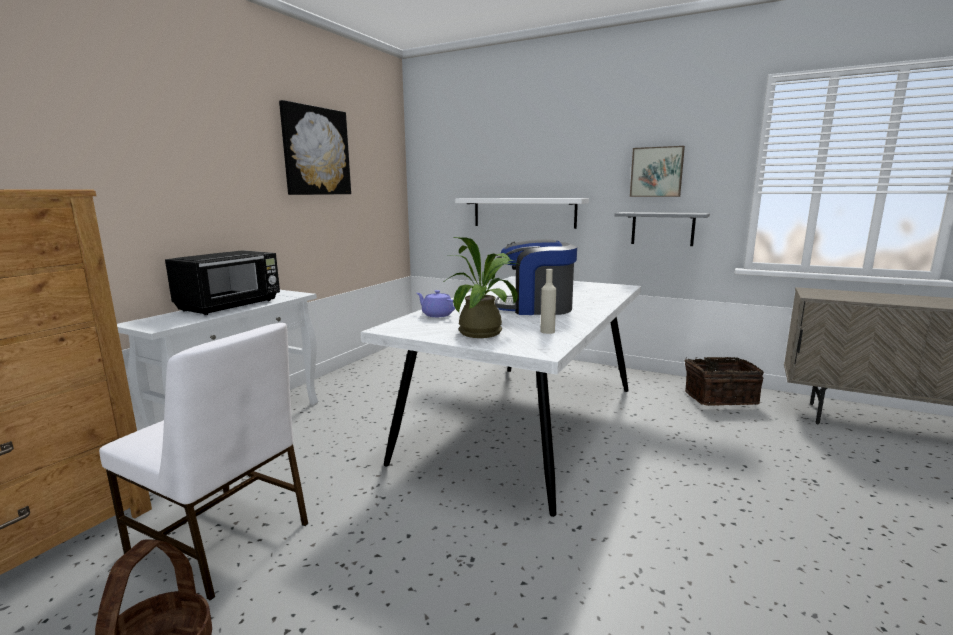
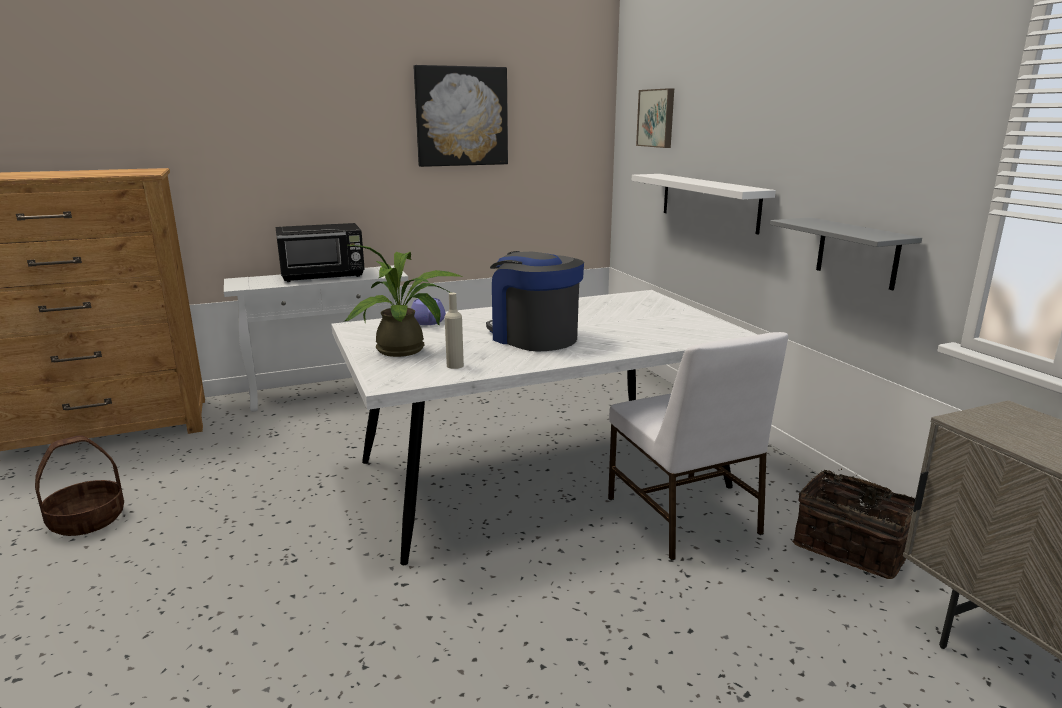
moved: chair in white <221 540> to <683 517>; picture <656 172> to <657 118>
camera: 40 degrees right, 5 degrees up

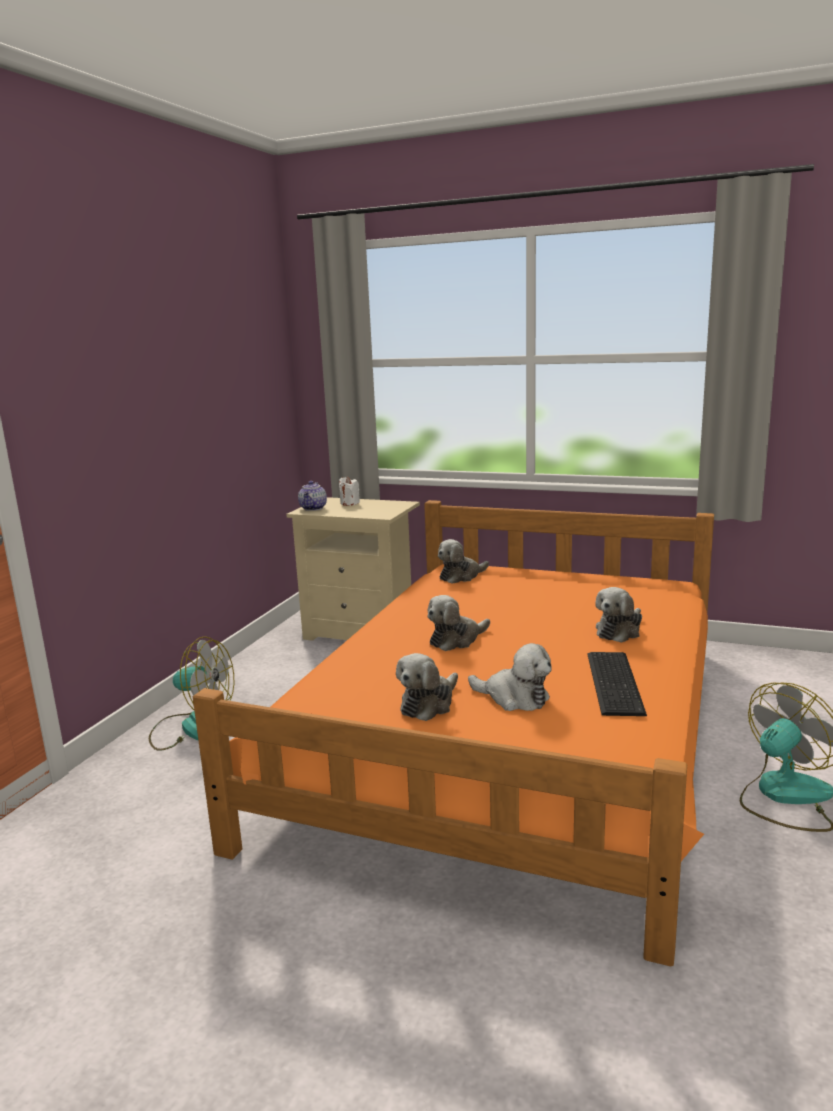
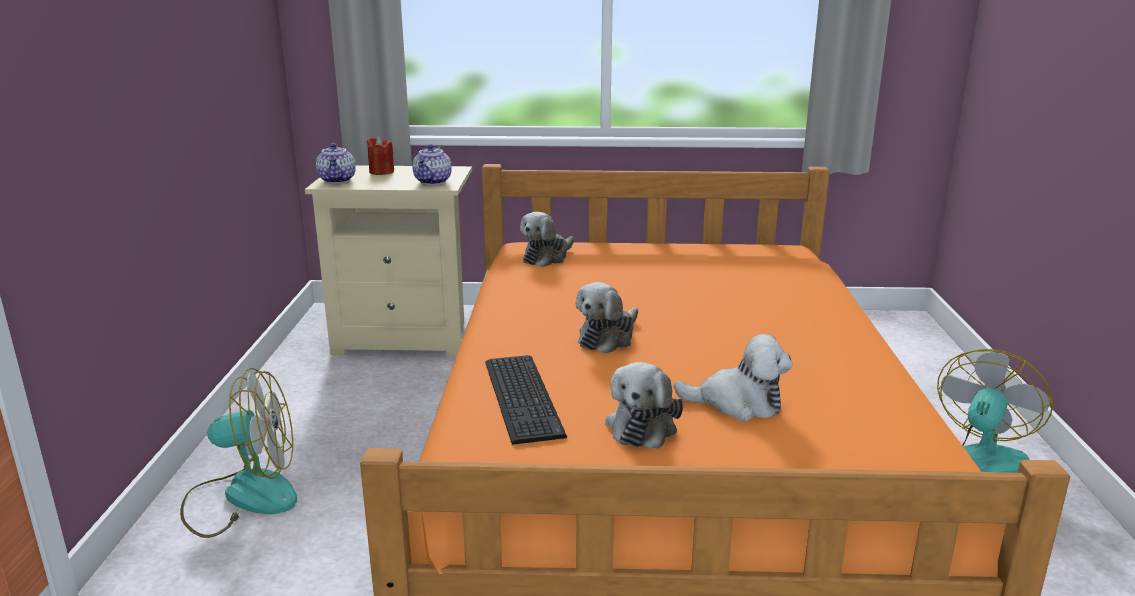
removed: plush toy <619 631>
added: teapot <433 182>
moved: keyboard <616 682> to <525 396>
recoloured: candle in white <349 503> to candle in red <381 172>
camera: 20 degrees left, 5 degrees up

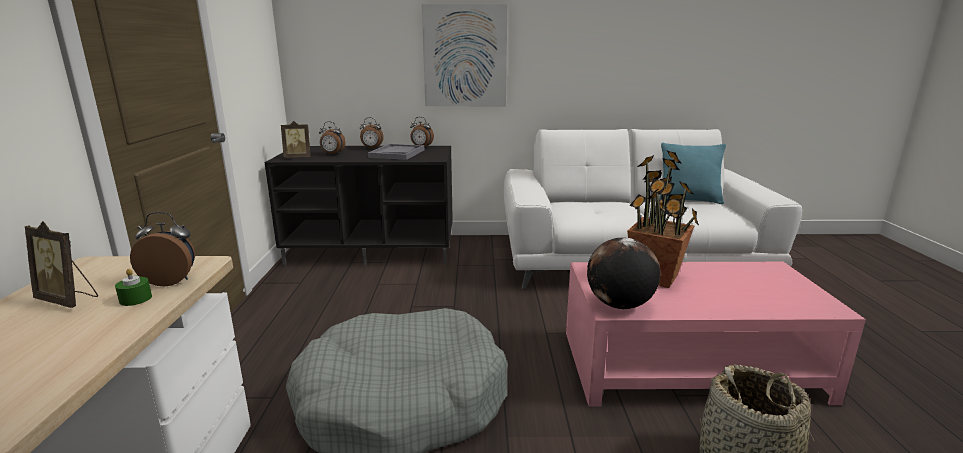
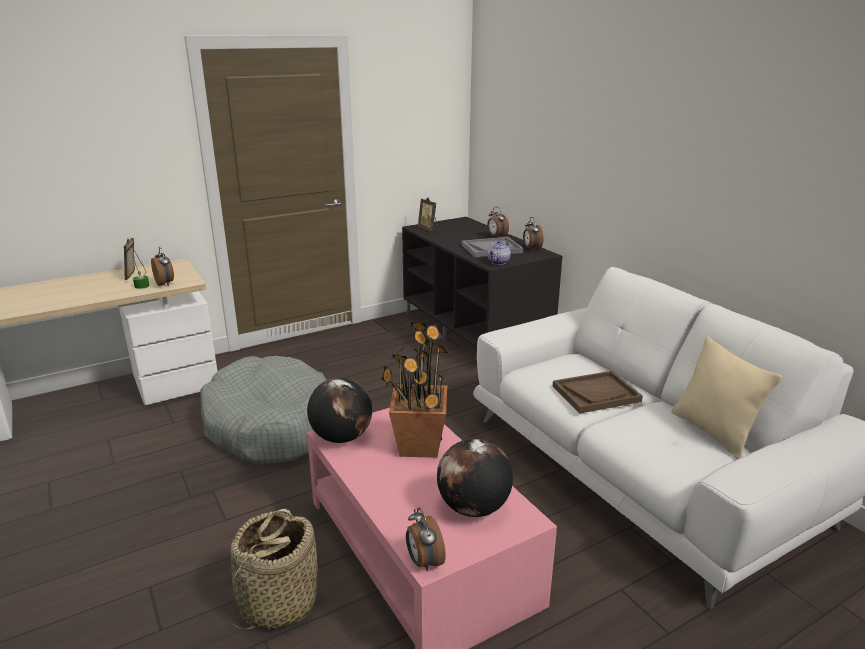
removed: picture <465 56>
added: globe <473 508>; teapot <498 262>; tray in brown <596 394>
moved: alarm clock <332 154> to <424 562>
recoloured: pillow in turquoise <688 200> to pillow in beige <713 432>
camera: 60 degrees right, 5 degrees up

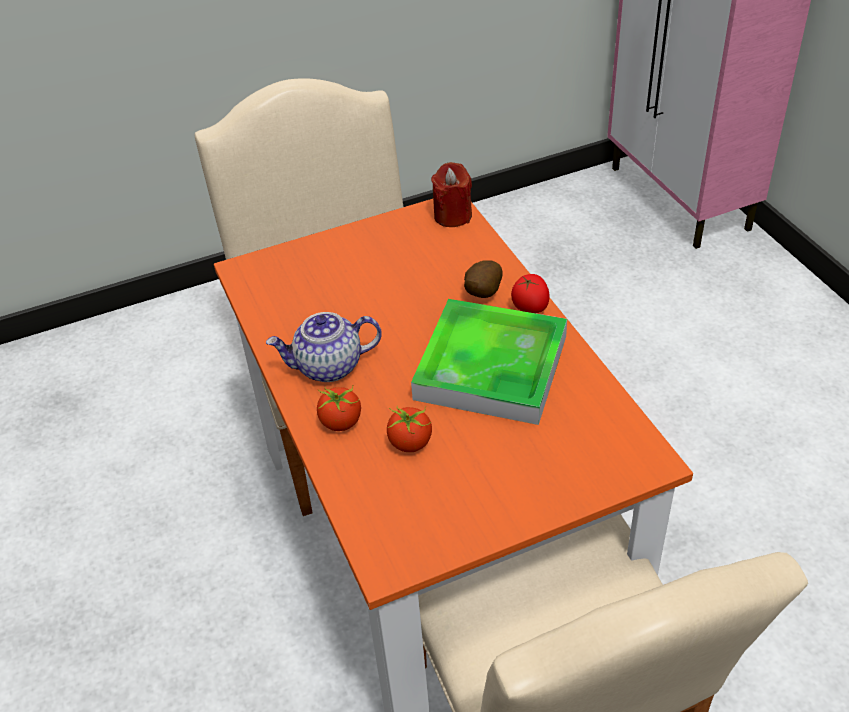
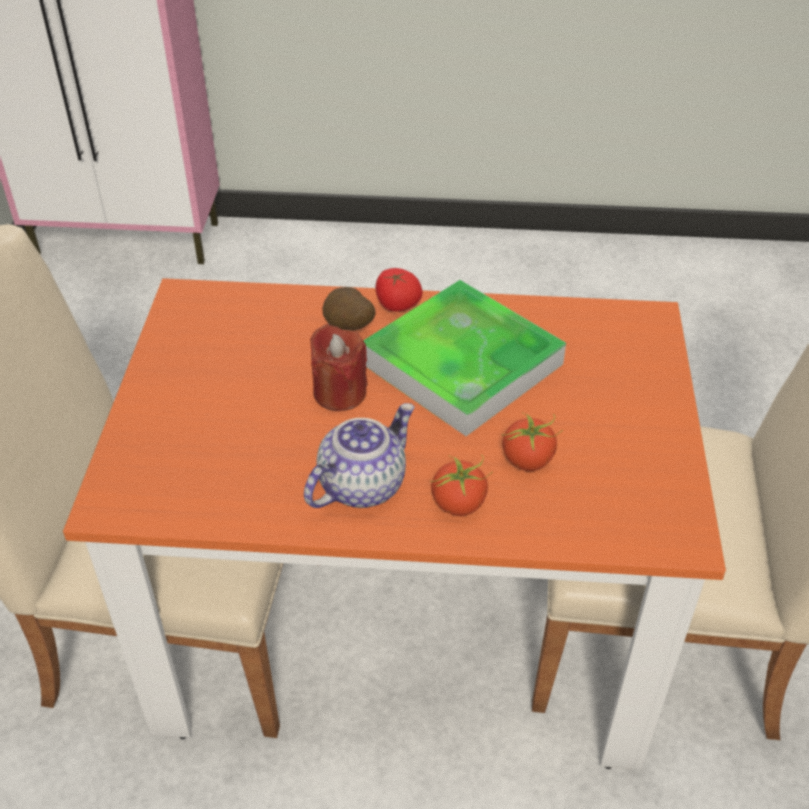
moved: candle in red <452 216> to <339 393>
turned: teapot <328 367> = <361 484> 150 degrees counterclockwise
camera: 65 degrees left, 0 degrees up

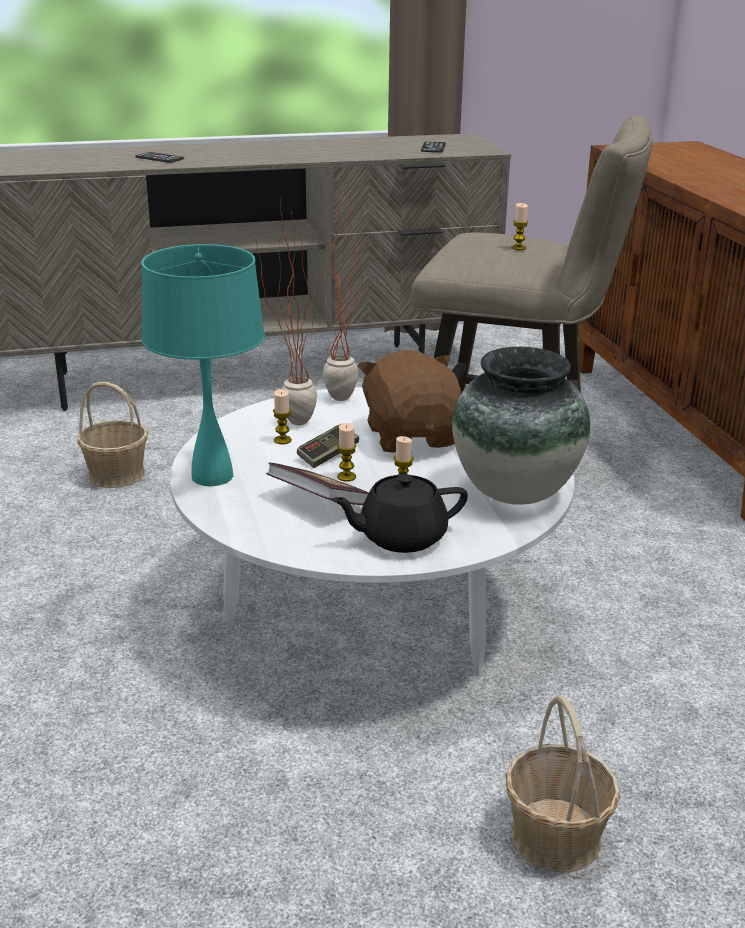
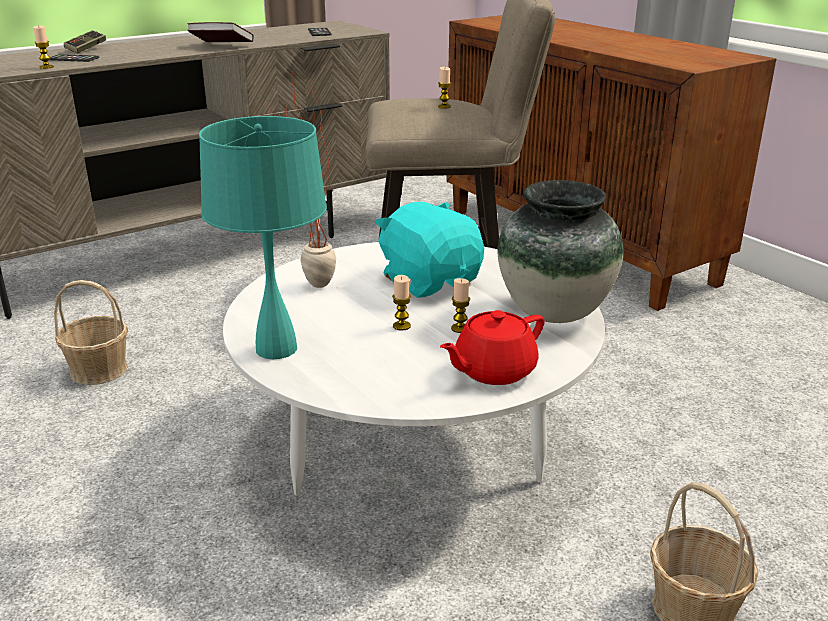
removed: potted plant <341 403>
moved: candle <282 440> to <46 67>; game controller <328 455> to <86 49>; book <318 503> to <221 46>
recoloured: plush toy in brown <412 436> to plush toy in turquoise <430 280>; teapot in black <400 537> to teapot in red <493 371>
camera: 20 degrees left, 0 degrees up

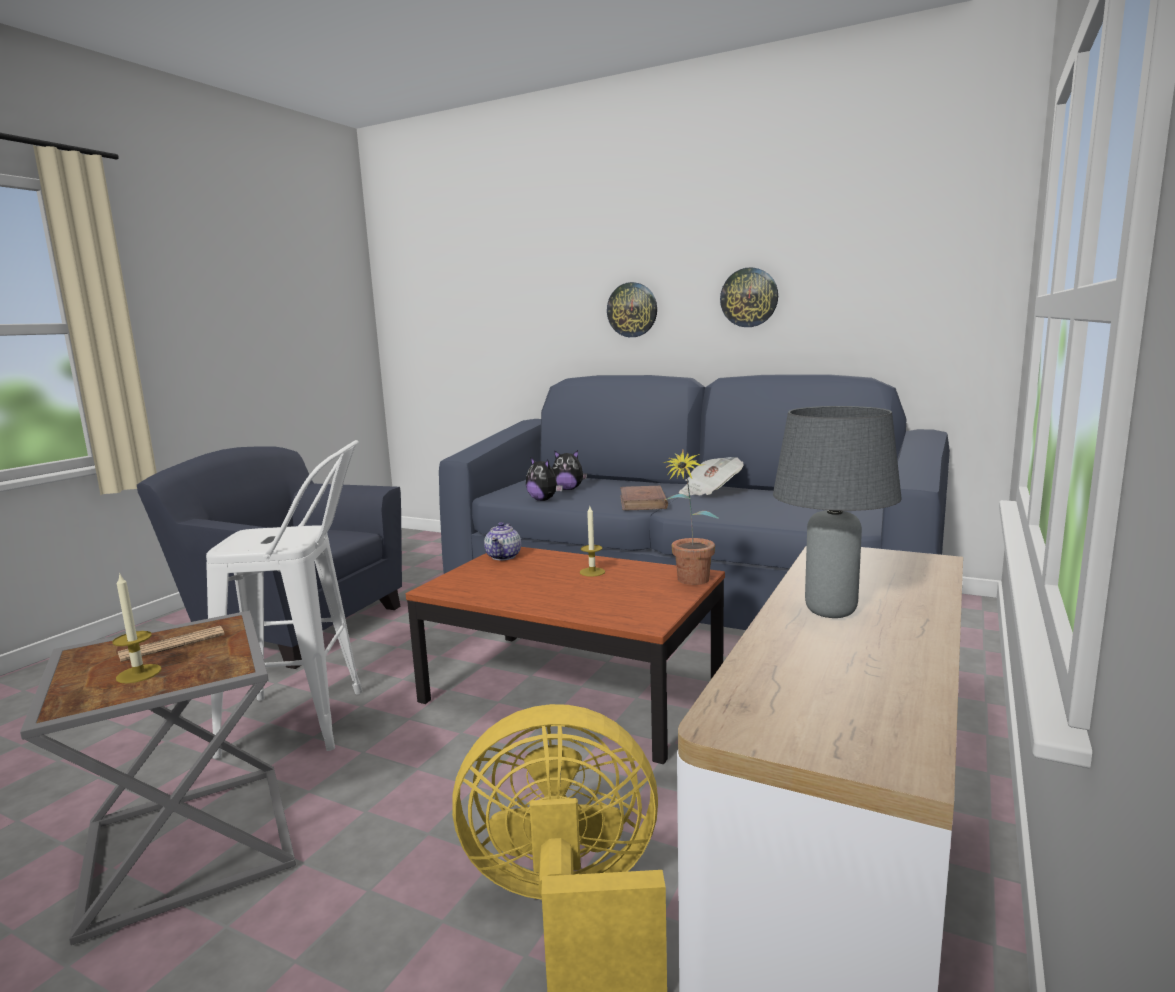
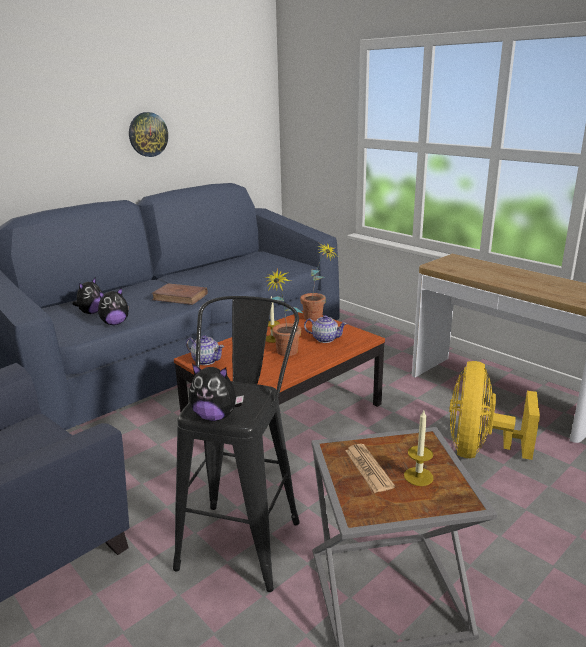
removed: wall clock <632 310>; newspaper <709 491>; table lamp in grey <832 611>
added: plush toy <215 416>; potted plant <284 354>; teapot <325 339>
recoloured: stool in white <310 722> to stool in black <245 535>
camera: 70 degrees left, 10 degrees up

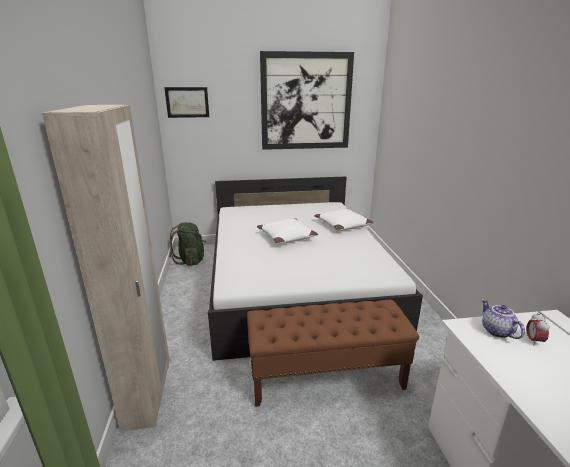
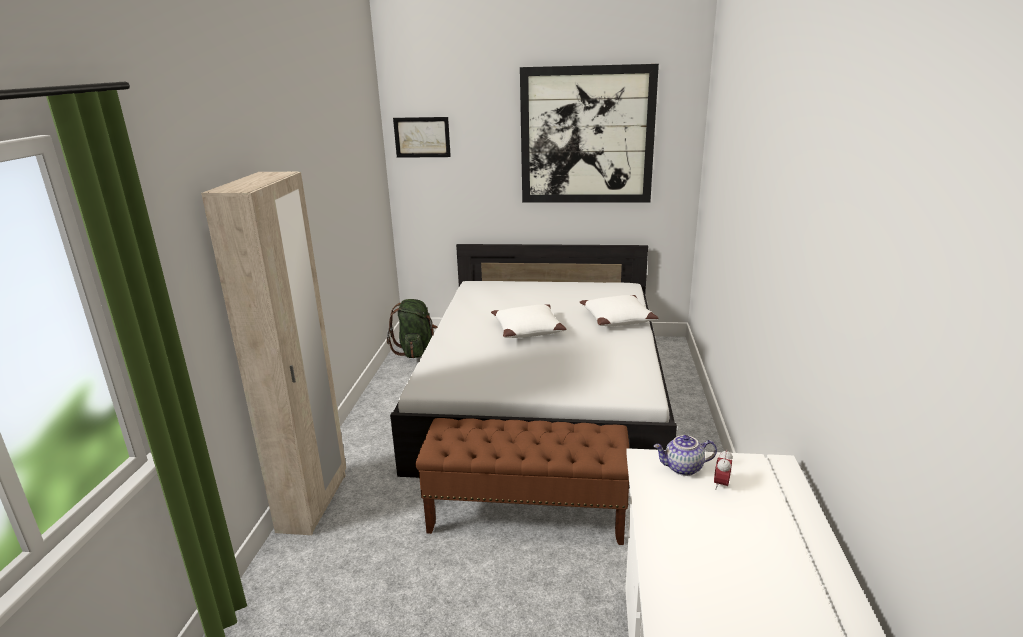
turned: teapot <496 331> = <683 468> 90 degrees counterclockwise
camera: 15 degrees right, 0 degrees up

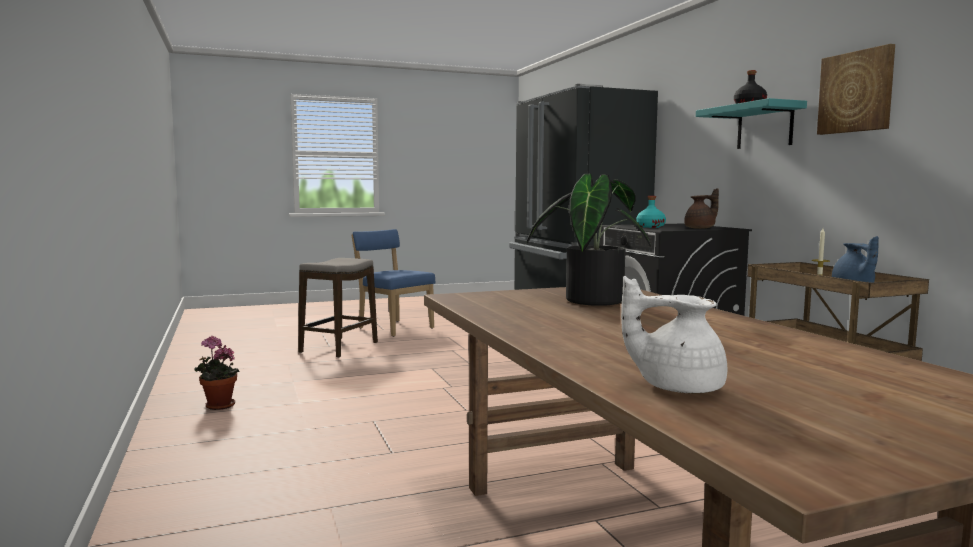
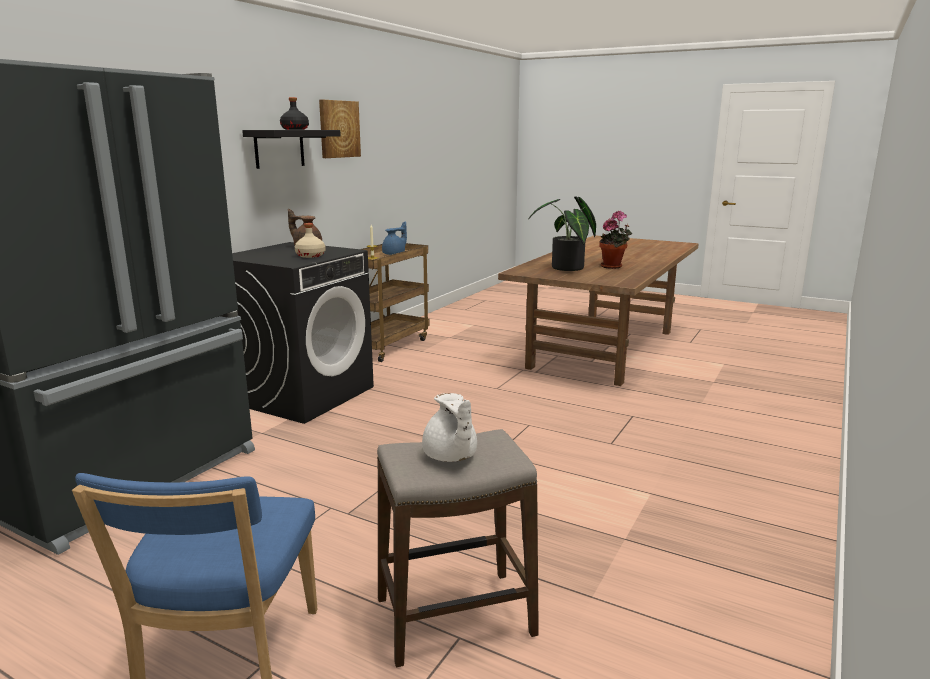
moved: teapot in white <676 387> to <450 456>; potted plant <217 406> to <613 266>
recoloured: shelf in turquoise <764 127> to shelf in black <279 148>; bottle in turquoise <650 227> to bottle in beige <310 255>
camera: 130 degrees left, 10 degrees up

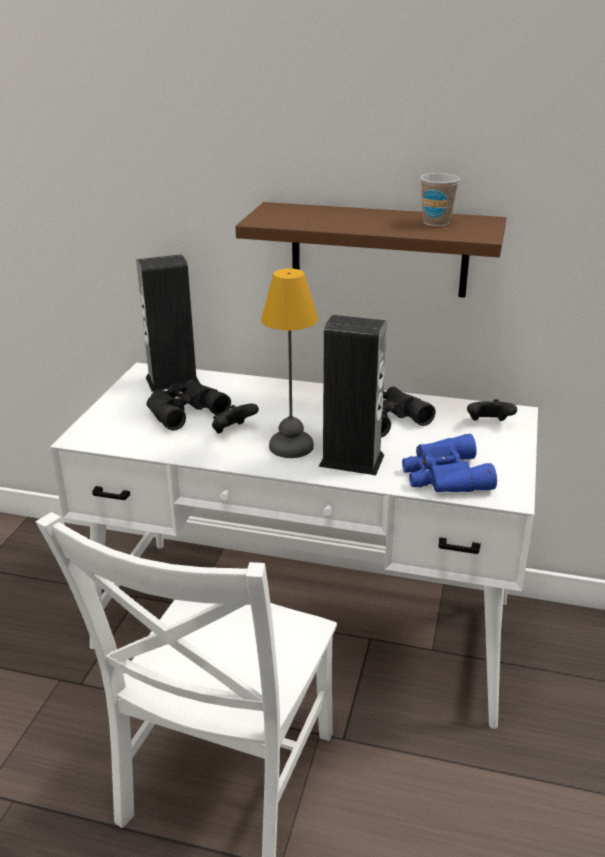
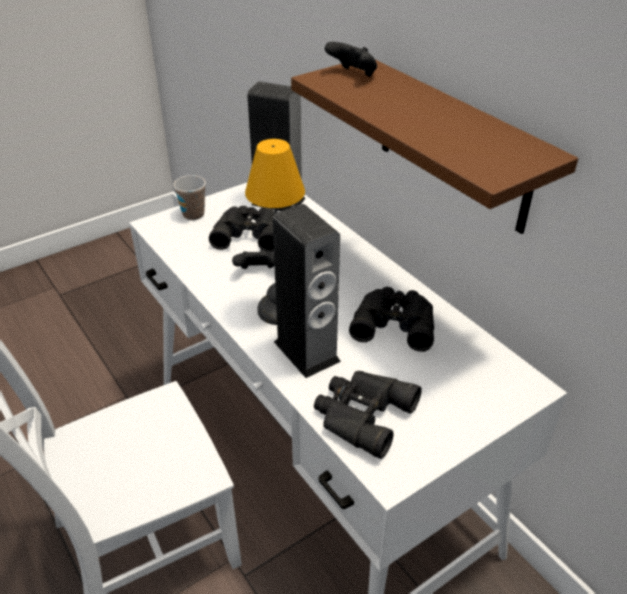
moved: cup <436 222> to <193 214>; game controller in black <488 423> to <353 75>
recoloured: binoculars in blue <444 476> to binoculars in black <361 414>
camera: 40 degrees right, 10 degrees up

